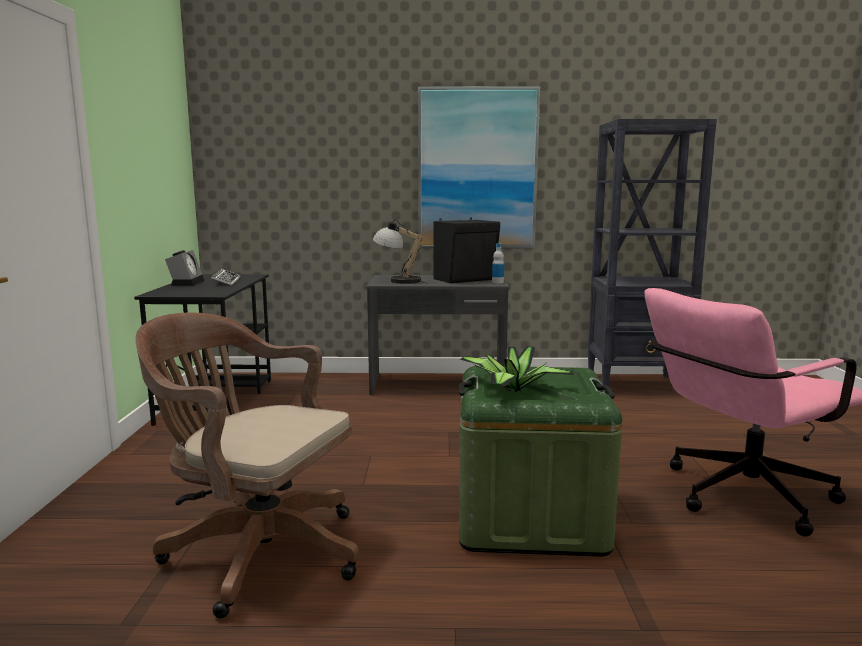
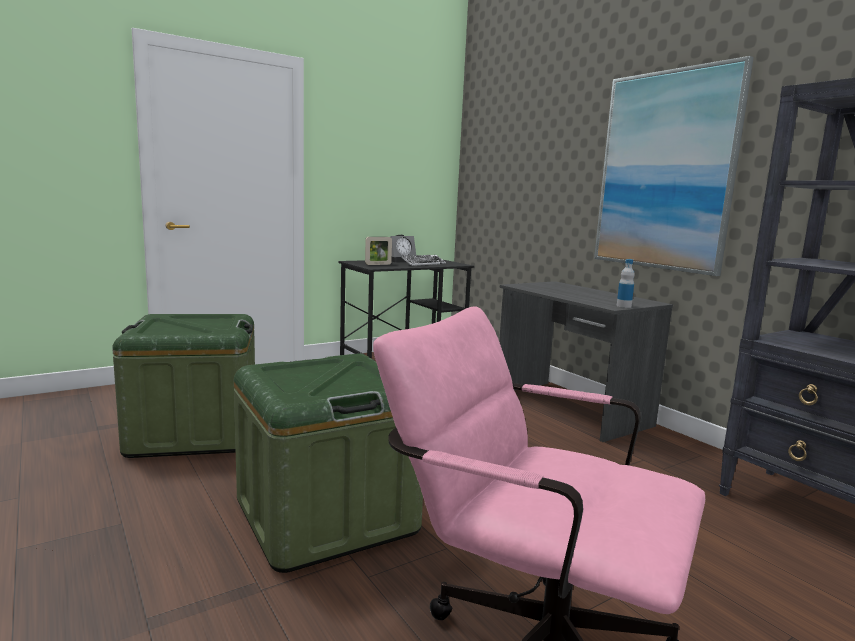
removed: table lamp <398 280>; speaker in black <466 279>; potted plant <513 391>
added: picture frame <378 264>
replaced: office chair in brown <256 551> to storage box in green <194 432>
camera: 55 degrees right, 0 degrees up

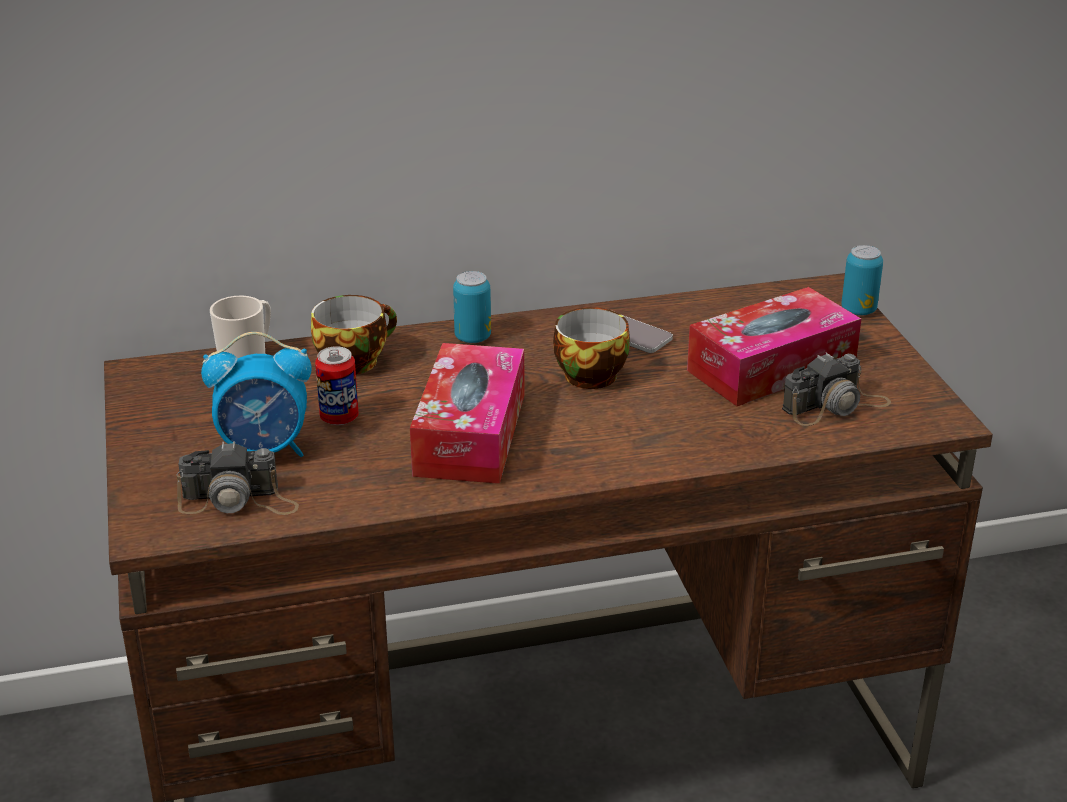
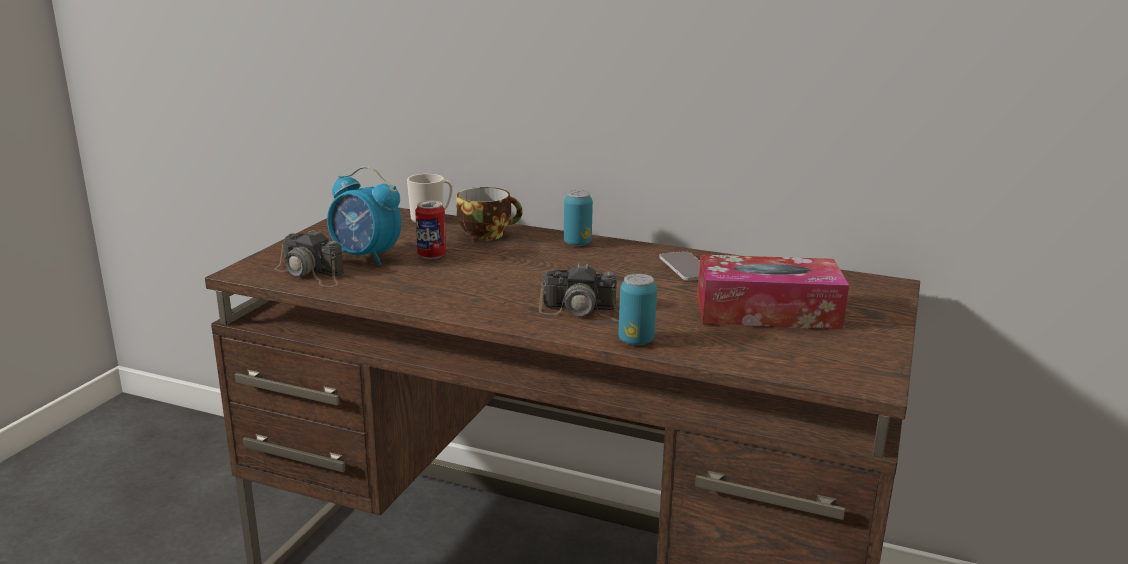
removed: tissue box <470 434>; cup <589 373>
moved: photo camera <836 406> to <585 311>; can <858 310> to <636 340>
camera: 35 degrees right, 10 degrees down

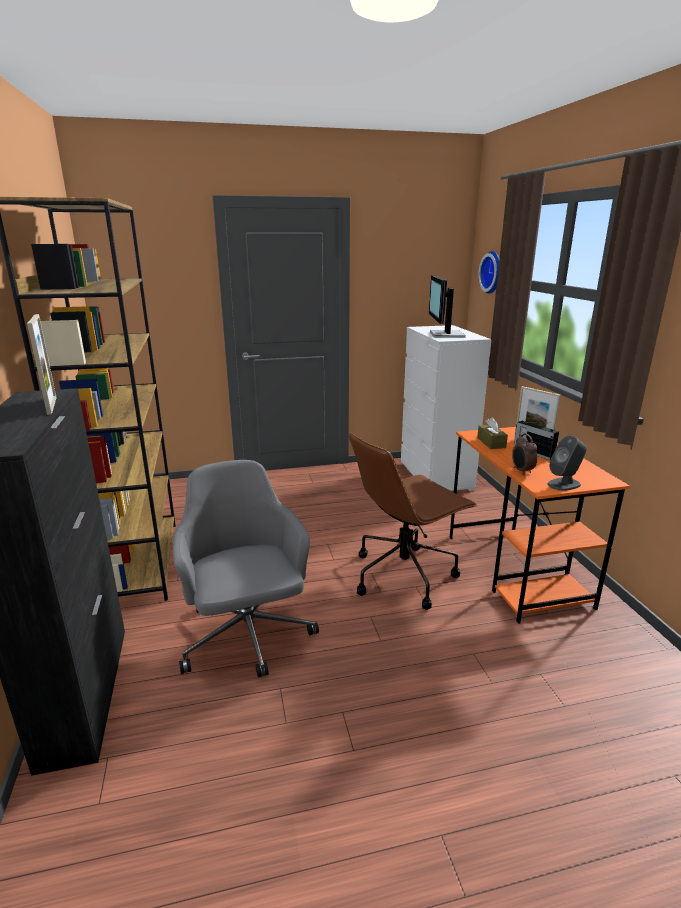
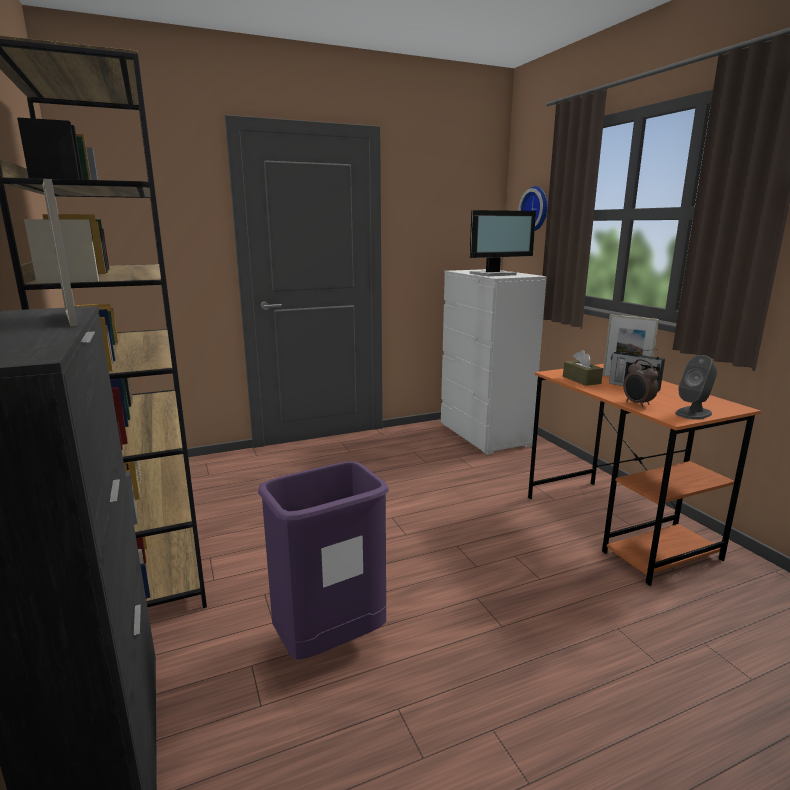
removed: office chair in brown <404 574>
replaced: office chair in grey <247 636> to trash can in purple <330 642>
turned: monitor <445 335> = <494 274> 105 degrees counterclockwise
camera: 10 degrees left, 5 degrees down

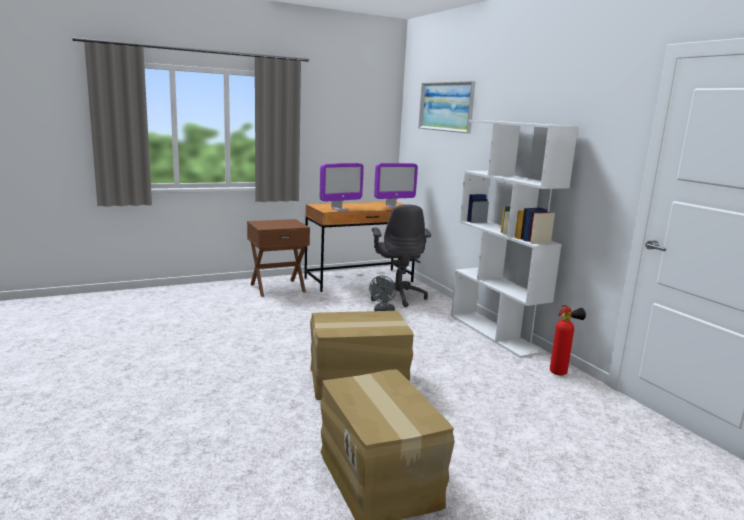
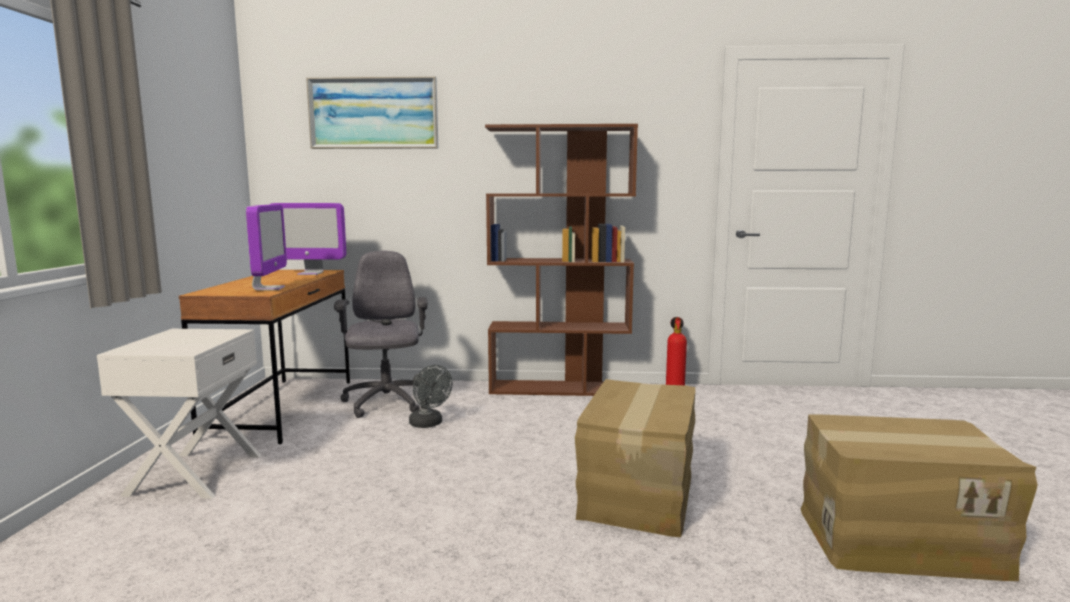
recoloured: nightstand in brown <277 287> to nightstand in white <194 474>; bookcase in white <496 333> to bookcase in brown <560 388>
turned: monitor <393 207> = <310 273> 90 degrees clockwise; office chair in grey <397 296> = <386 403> 120 degrees counterclockwise
camera: 60 degrees left, 5 degrees down

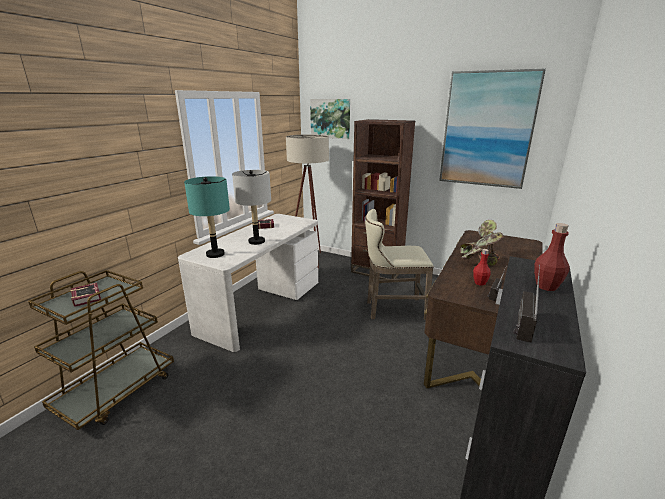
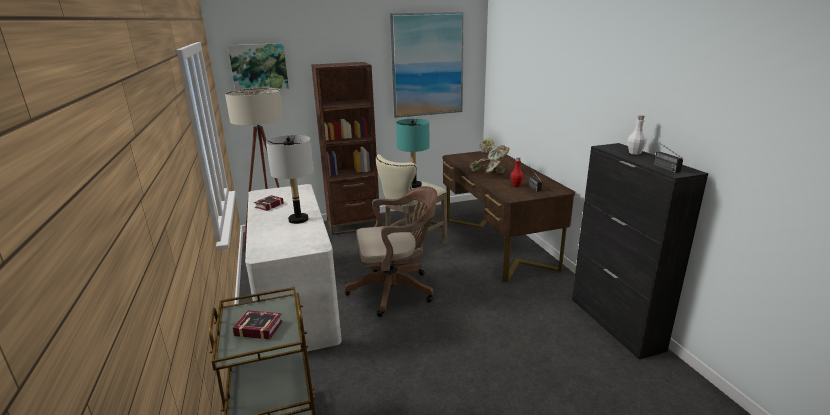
added: office chair in brown <396 290>
moved: table lamp in turquoise <215 254> to <414 185>
recoloured: bottle in red <546 286> to bottle in white <635 153>
camera: 45 degrees left, 0 degrees up

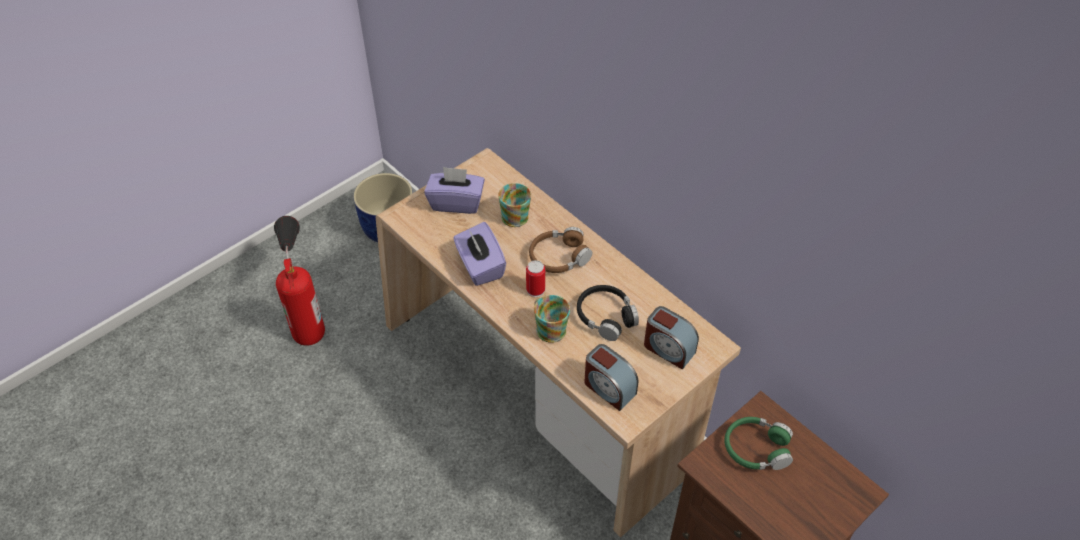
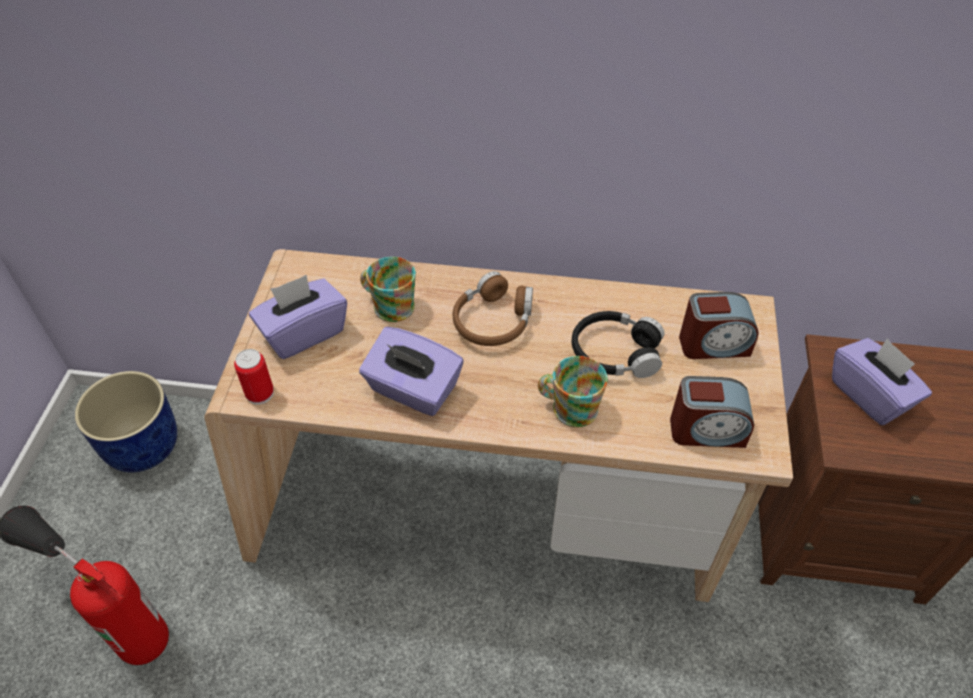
moved: can <535 290> to <260 393>
replaced: headphones in green <756 449> to tissue box in purple <870 395>
camera: 40 degrees left, 0 degrees up

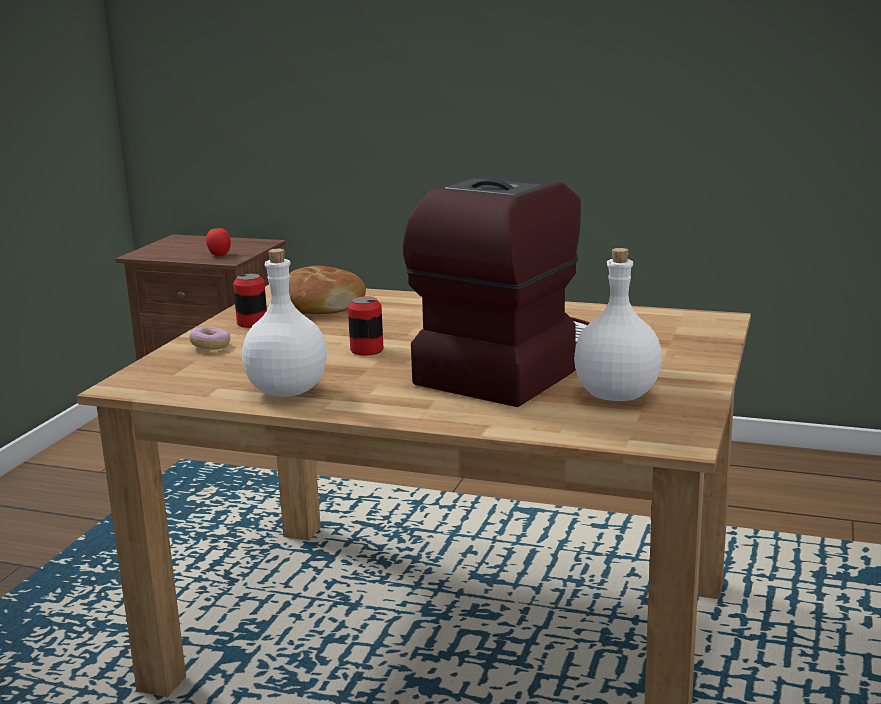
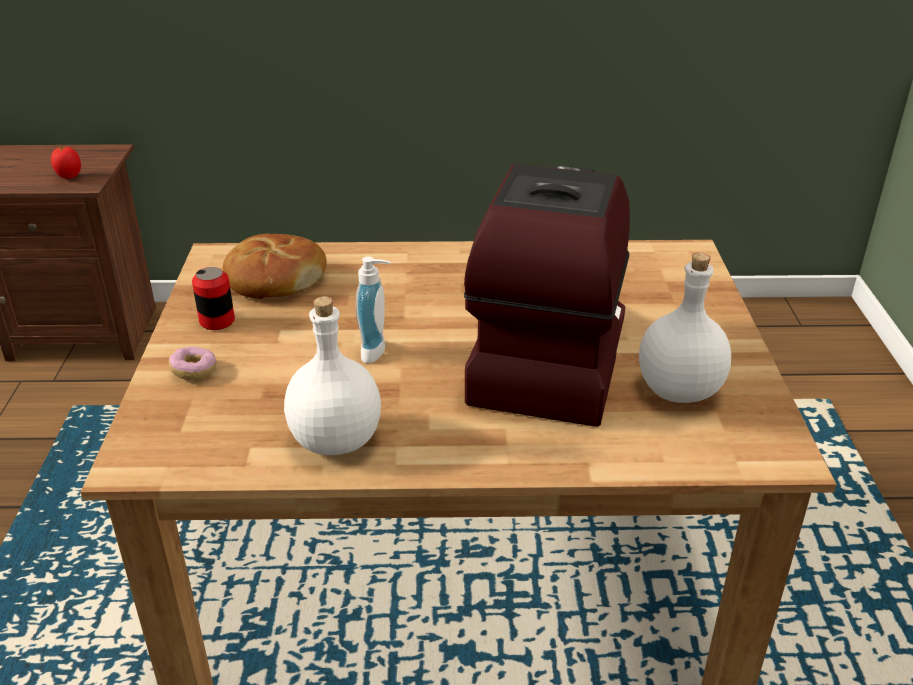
replaced: can <367 350> to soap dispenser <378 352>
camera: 20 degrees left, 15 degrees up

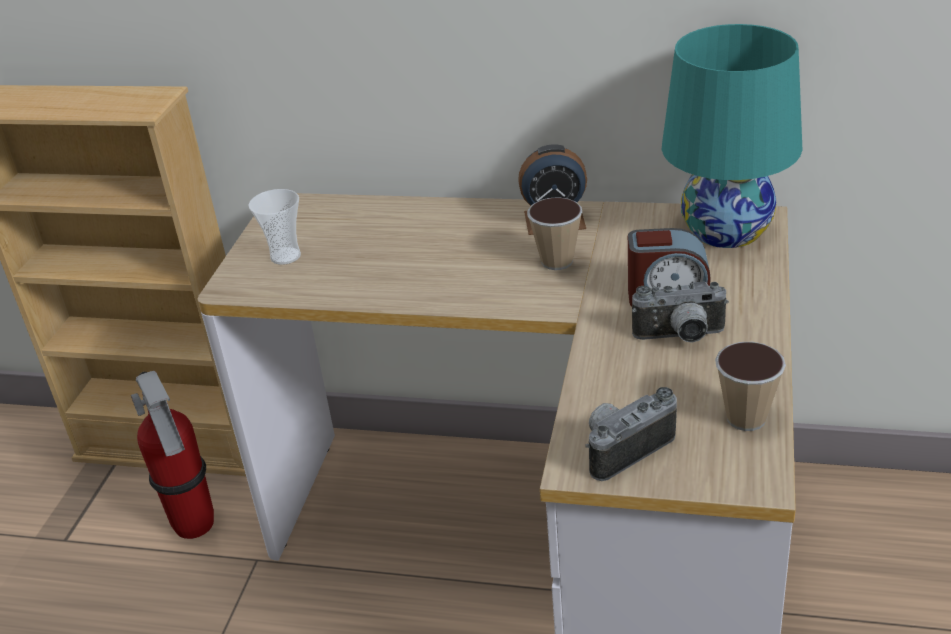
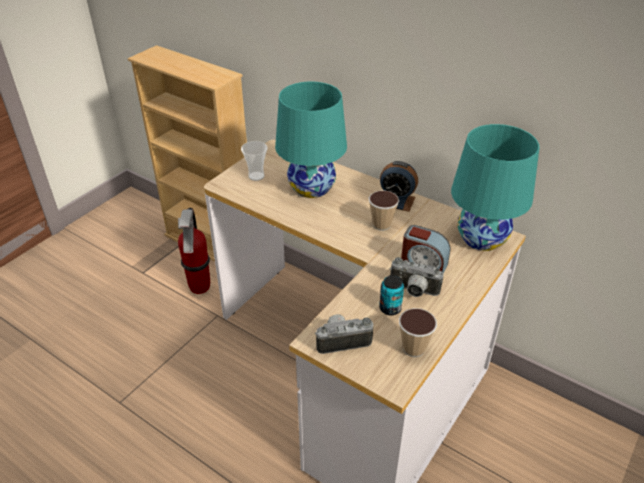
added: table lamp in turquoise <312 187>; can <390 308>
camera: 20 degrees right, 5 degrees up

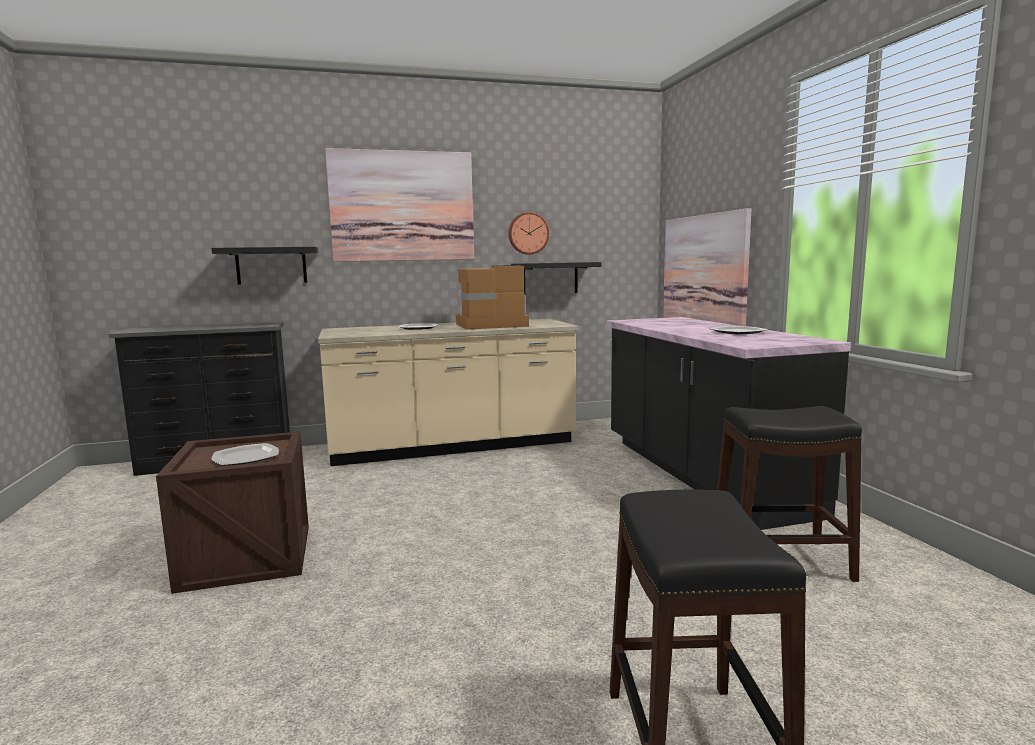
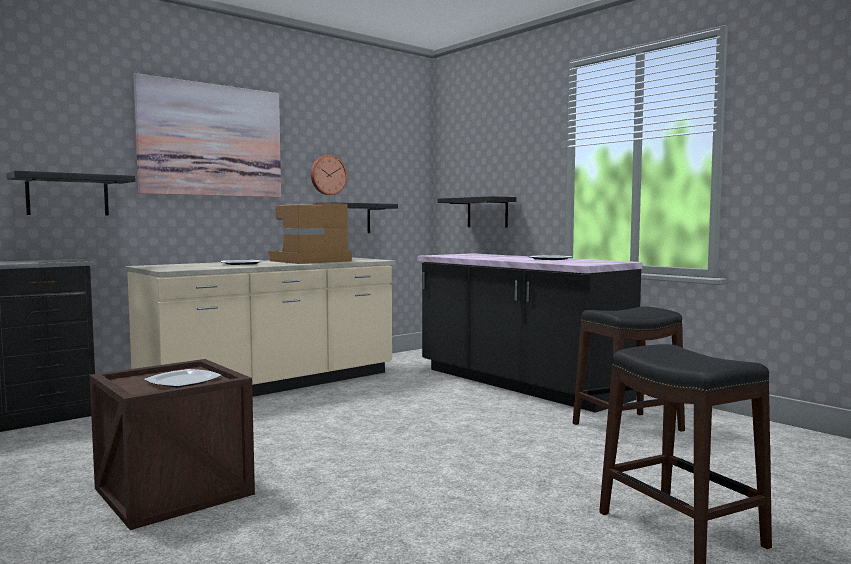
replaced: picture <704 269> to shelf in black <487 212>
camera: 25 degrees left, 5 degrees down

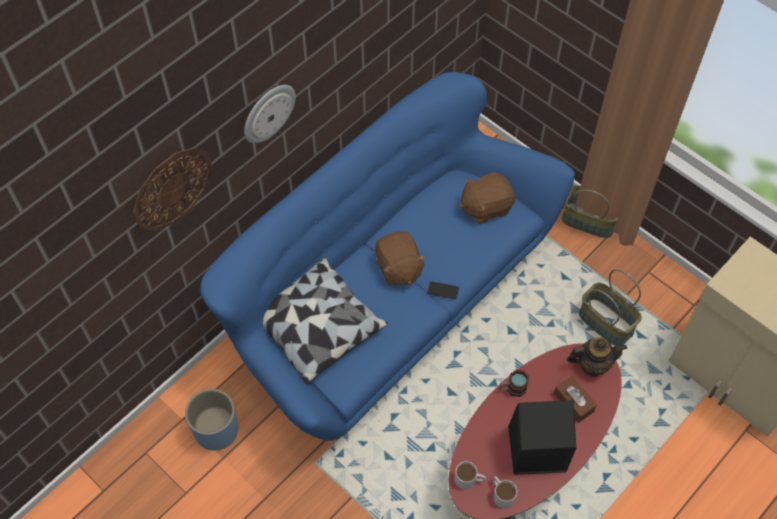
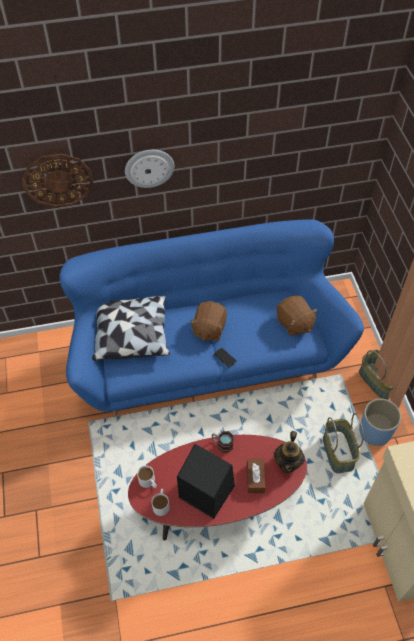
moved: planter in blue <216 430> to <375 431>
turned: teapot <592 364> = <288 462> 75 degrees clockwise; plush toy in brown <485 207> = <294 323> 135 degrees counterclockwise
camera: 35 degrees right, 5 degrees down

